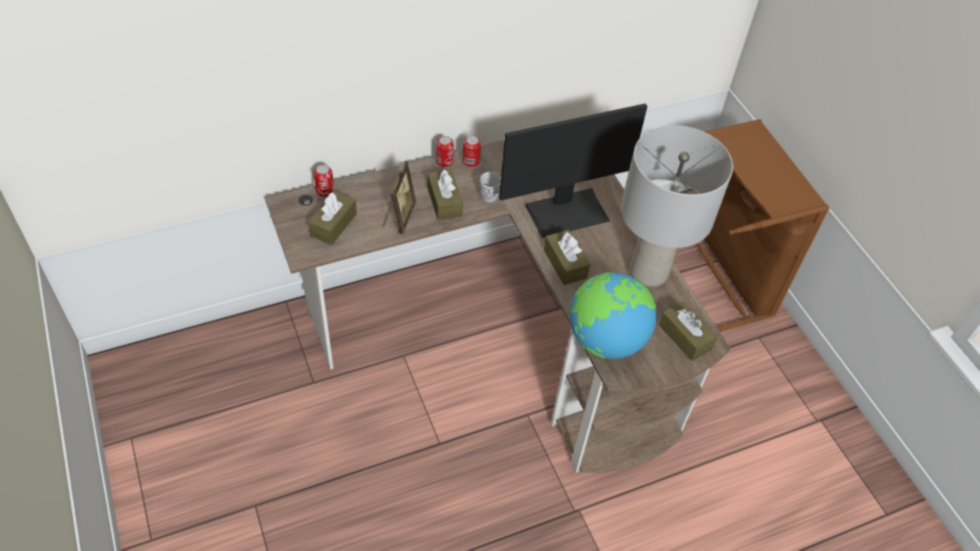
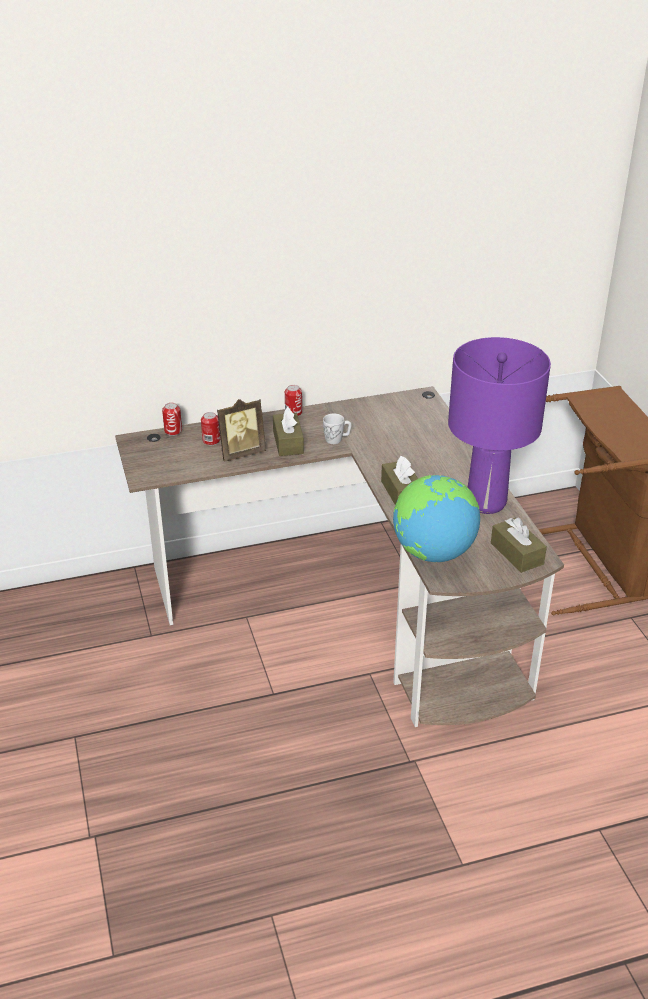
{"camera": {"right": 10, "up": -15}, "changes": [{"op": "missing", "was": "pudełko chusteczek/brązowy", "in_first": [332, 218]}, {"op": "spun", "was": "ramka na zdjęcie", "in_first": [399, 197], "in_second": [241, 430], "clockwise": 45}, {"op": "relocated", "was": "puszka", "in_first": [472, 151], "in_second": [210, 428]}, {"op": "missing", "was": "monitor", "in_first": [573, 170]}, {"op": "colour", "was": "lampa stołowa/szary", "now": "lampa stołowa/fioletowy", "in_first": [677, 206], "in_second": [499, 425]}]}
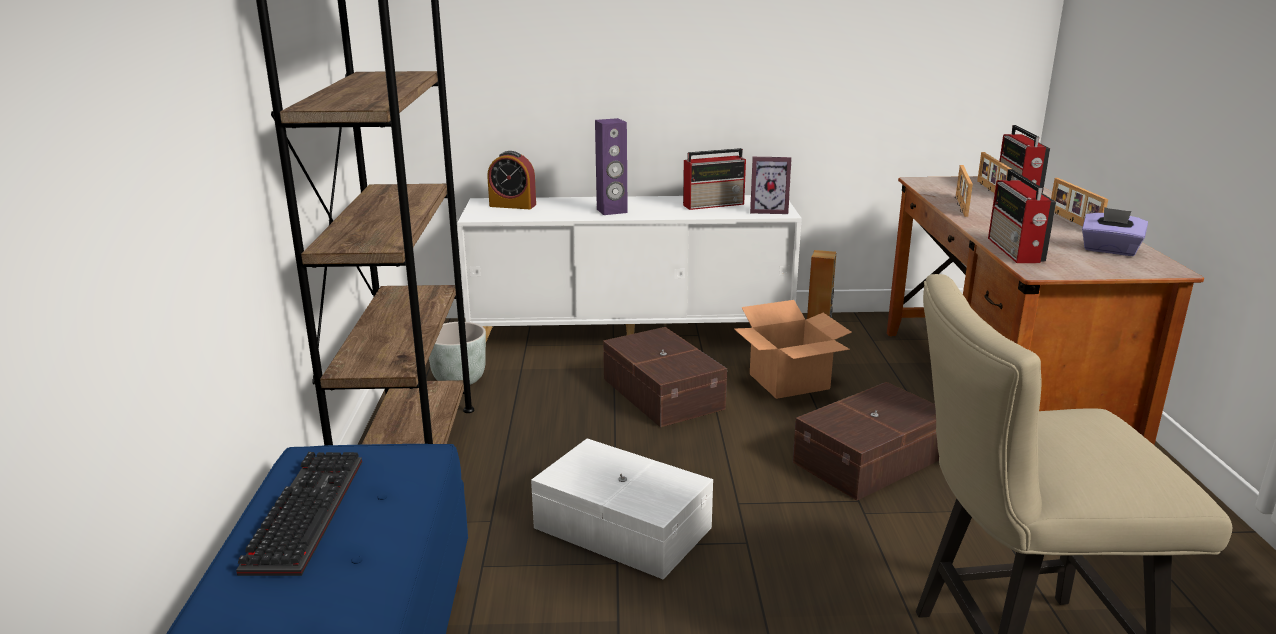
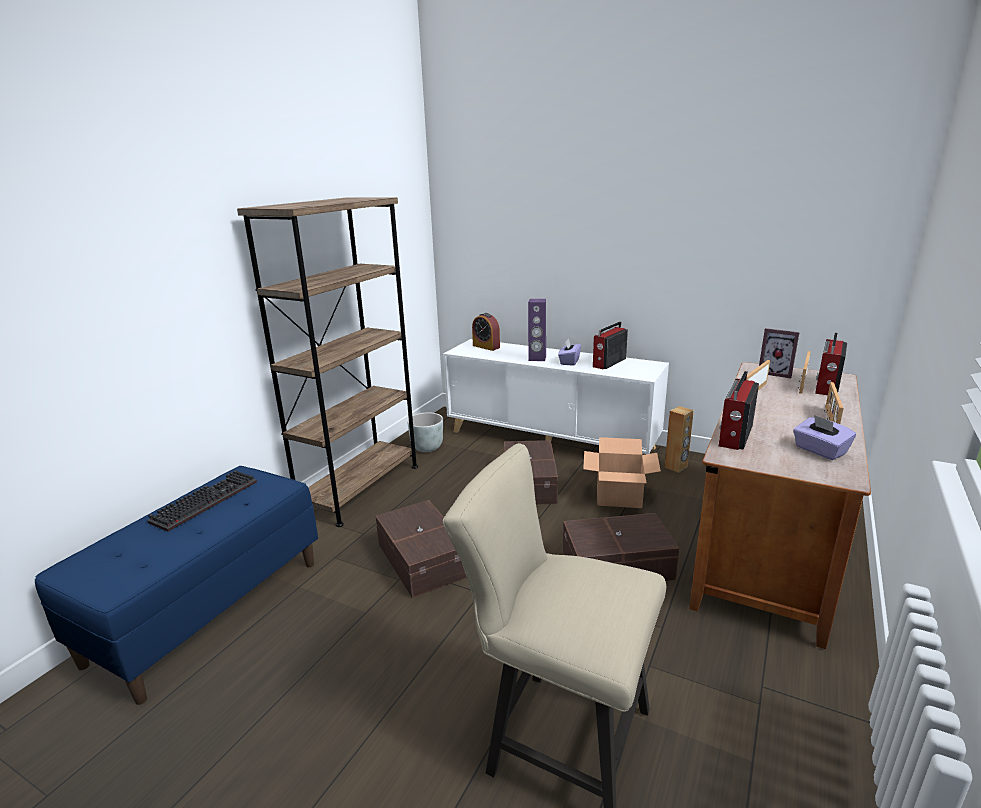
{"camera": {"right": 30, "up": 0}, "changes": [{"op": "colour", "was": "pojemnik do przechowywania/biały", "now": "pojemnik do przechowywania/brązowy", "in_first": [622, 509], "in_second": [421, 549]}, {"op": "spun", "was": "radio", "in_first": [714, 179], "in_second": [610, 345], "clockwise": 120}, {"op": "relocated", "was": "ramka na zdjęcie", "in_first": [771, 185], "in_second": [779, 353]}, {"op": "appeared", "now": "pudełko chusteczek/fioletowy", "in_second": [569, 352]}]}
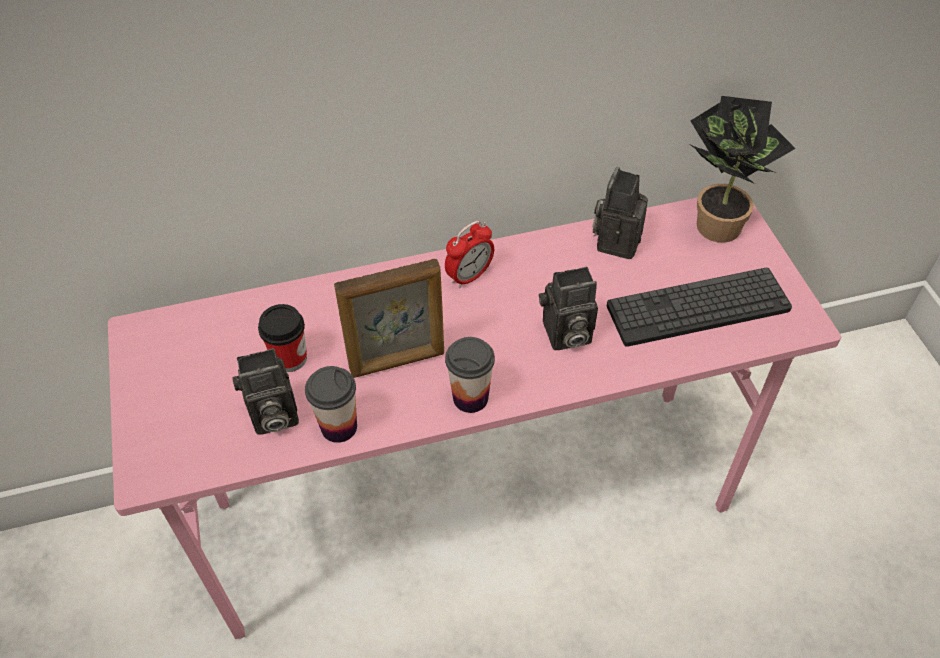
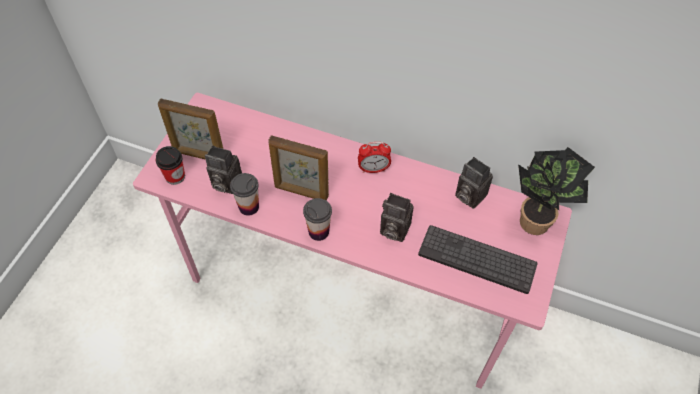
{"camera": {"right": 35, "up": 5}, "changes": [{"op": "relocated", "was": "filiżanka", "in_first": [282, 338], "in_second": [170, 165]}, {"op": "spun", "was": "aparat fotograficzny", "in_first": [620, 213], "in_second": [474, 183], "clockwise": -105}, {"op": "appeared", "now": "ramka na zdjęcie", "in_second": [190, 129]}]}
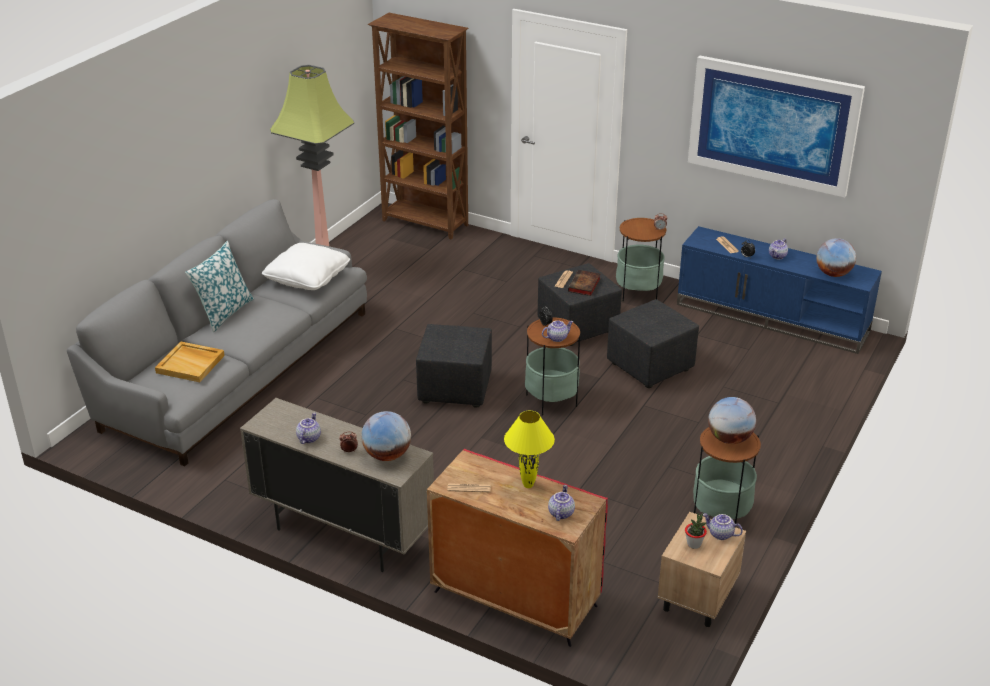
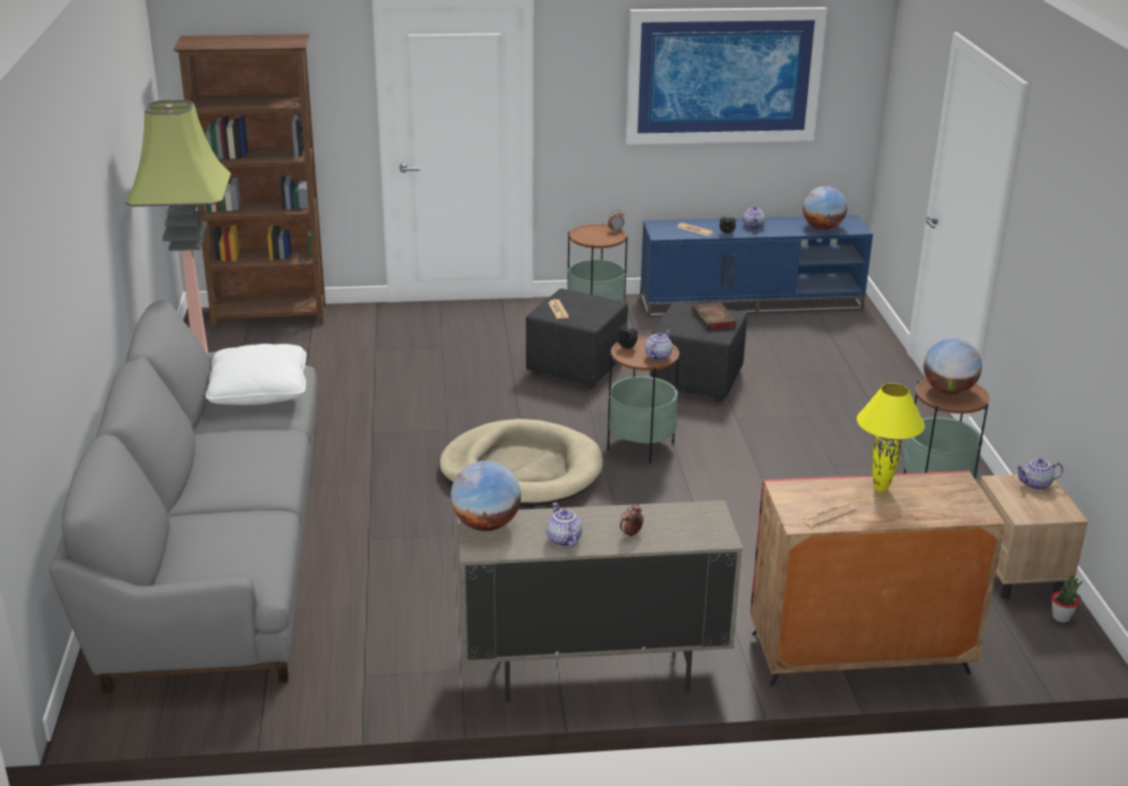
{"camera": {"right": -35, "up": -5}, "changes": [{"op": "missing", "was": "taca/beżowy", "in_first": [190, 361]}, {"op": "missing", "was": "poduszka", "in_first": [219, 286]}, {"op": "relocated", "was": "globus", "in_first": [386, 436], "in_second": [486, 496]}, {"op": "exchanged", "was": "pufa/czarny", "now": "legowisko/beżowy", "in_first": [454, 366], "in_second": [521, 463]}, {"op": "missing", "was": "imbryk", "in_first": [561, 503]}, {"op": "relocated", "was": "książka", "in_first": [584, 283], "in_second": [714, 316]}, {"op": "relocated", "was": "roślina doniczkowa", "in_first": [696, 531], "in_second": [1066, 598]}]}
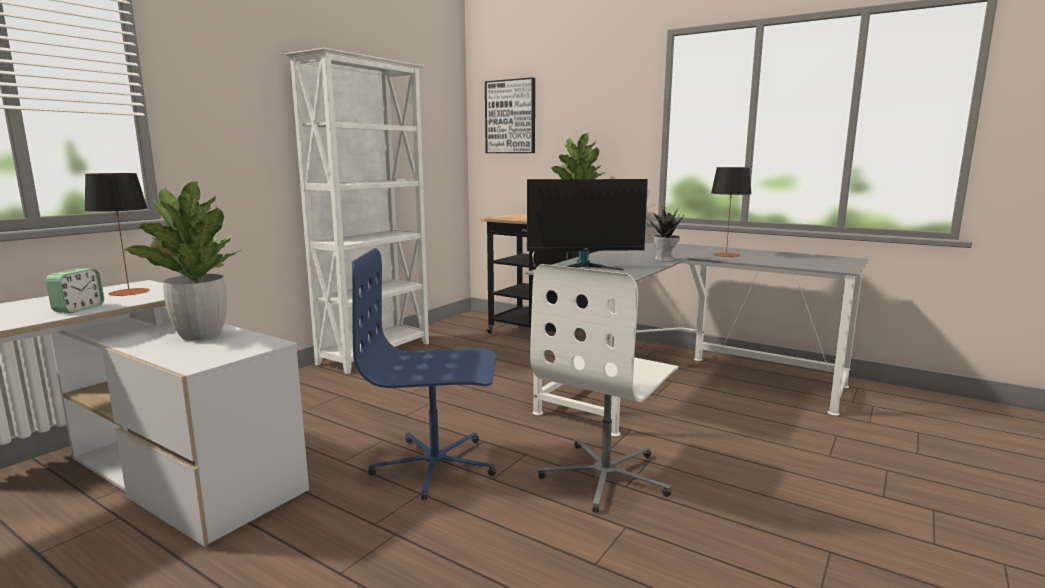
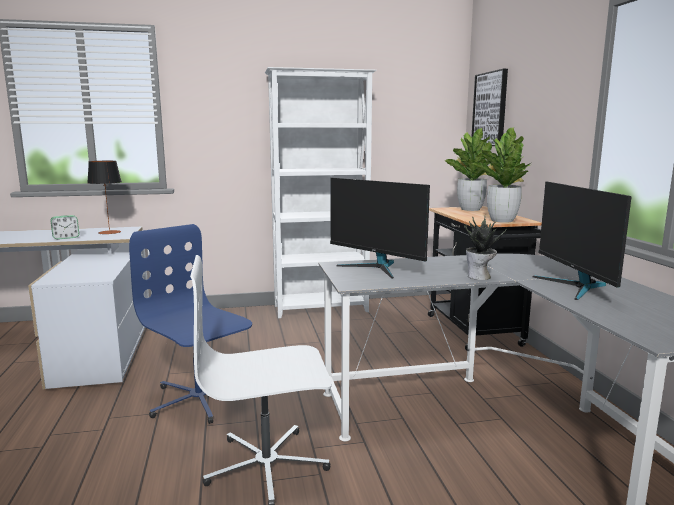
{"camera": {"right": 45, "up": 0}, "changes": [{"op": "relocated", "was": "roślina doniczkowa", "in_first": [184, 260], "in_second": [468, 169]}, {"op": "exchanged", "was": "lampa stołowa", "now": "monitor", "in_first": [731, 212], "in_second": [582, 240]}]}
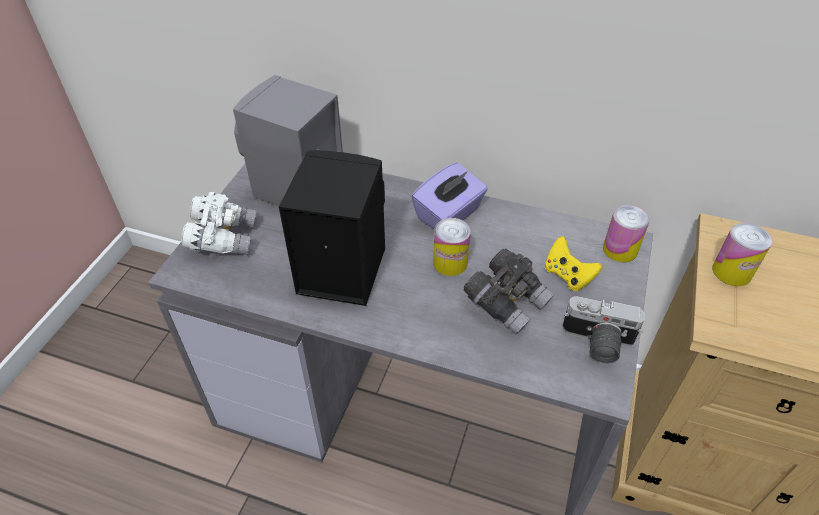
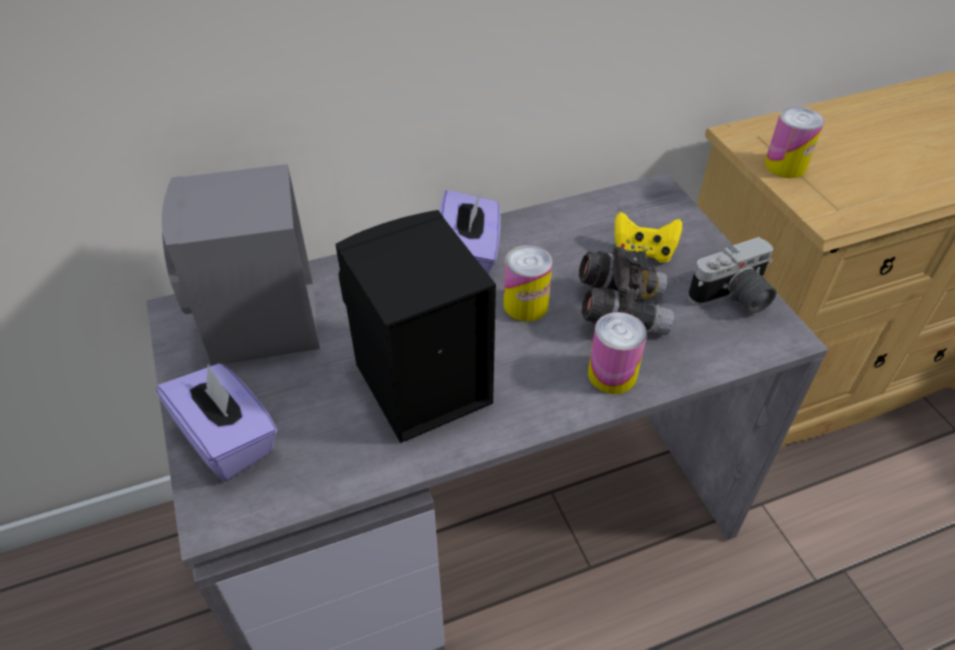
{"camera": {"right": -40, "up": 0}, "changes": [{"op": "exchanged", "was": "lornetka/biały", "now": "pudełko chusteczek/fioletowy", "in_first": [218, 223], "in_second": [216, 422]}, {"op": "relocated", "was": "puszka", "in_first": [626, 233], "in_second": [617, 353]}]}
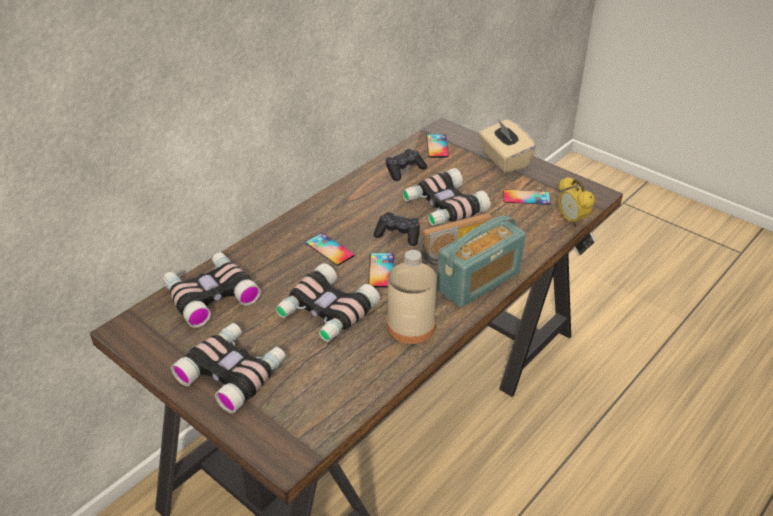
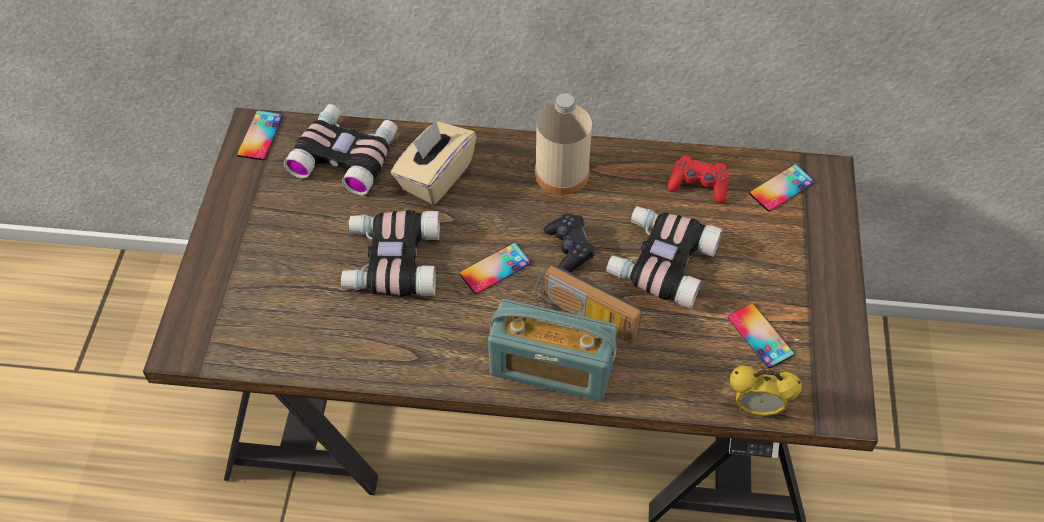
{"camera": {"right": 55, "up": 15}, "changes": [{"op": "missing", "was": "lornetka", "in_first": [228, 368]}, {"op": "relocated", "was": "telefon", "in_first": [330, 249], "in_second": [260, 135]}, {"op": "colour", "was": "pad do gier/czarny", "now": "pad do gier/czerwony", "in_first": [406, 165], "in_second": [698, 179]}, {"op": "relocated", "was": "butelka/beżowy", "in_first": [412, 297], "in_second": [563, 144]}, {"op": "relocated", "was": "pudełko chusteczek/beżowy", "in_first": [507, 146], "in_second": [434, 163]}, {"op": "spun", "was": "budzik", "in_first": [576, 202], "in_second": [766, 391], "clockwise": -105}]}
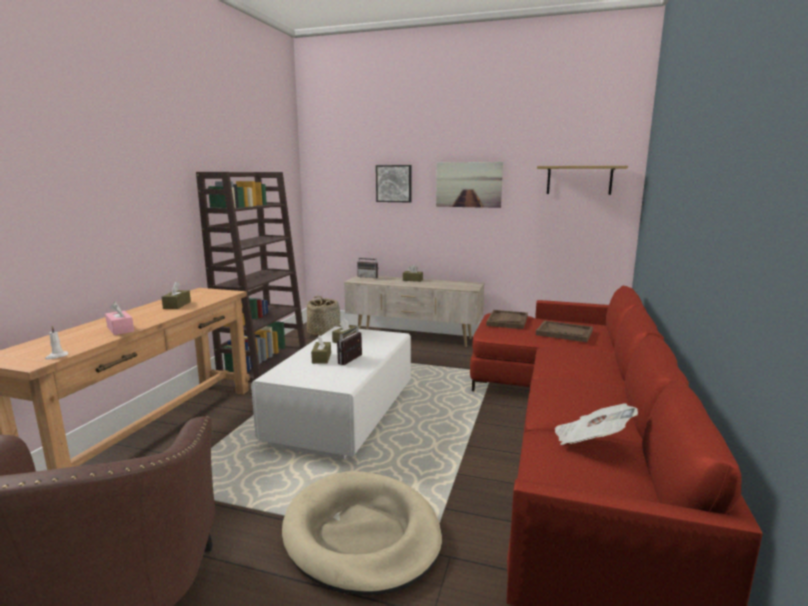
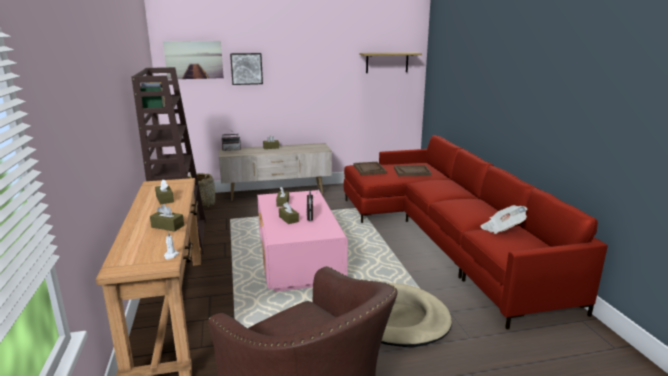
{"camera": {"right": -30, "up": 5}, "changes": [{"op": "colour", "was": "pudełko chusteczek/różowy", "now": "pudełko chusteczek/brązowy", "in_first": [119, 318], "in_second": [167, 218]}, {"op": "colour", "was": "ława/biały", "now": "ława/różowy", "in_first": [331, 393], "in_second": [302, 241]}, {"op": "relocated", "was": "obraz", "in_first": [469, 185], "in_second": [193, 60]}]}
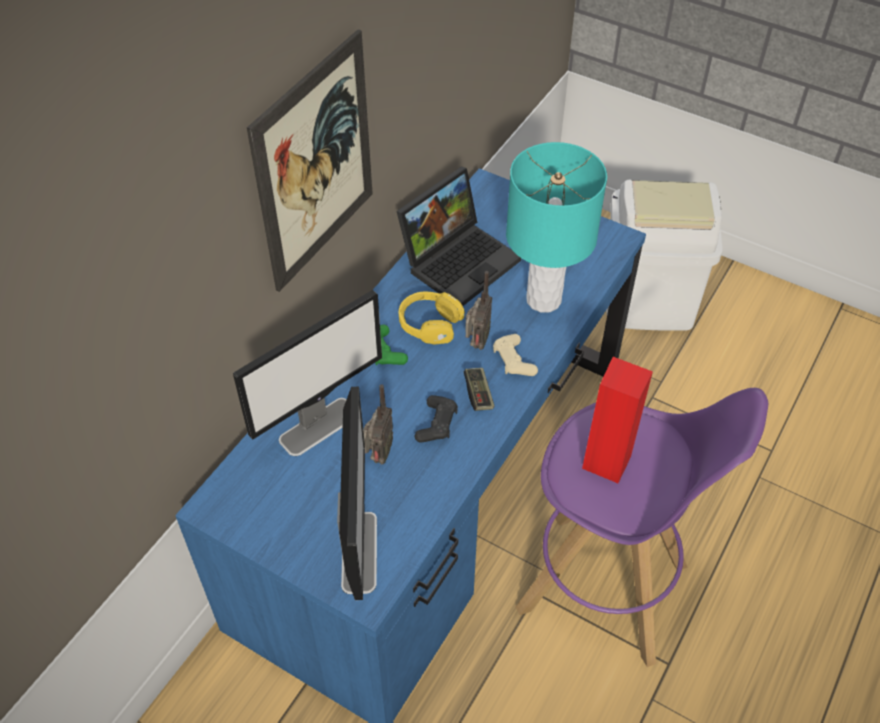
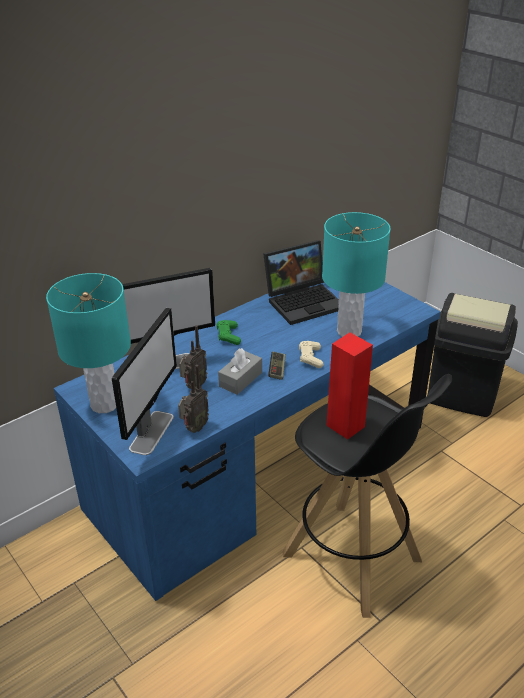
{"camera": {"right": 20, "up": -15}, "changes": [{"op": "missing", "was": "obraz", "in_first": [310, 160]}, {"op": "missing", "was": "słuchawki/żółty", "in_first": [431, 318]}, {"op": "exchanged", "was": "pad do gier/czarny", "now": "pudełko chusteczek/szary", "in_first": [436, 419], "in_second": [240, 371]}, {"op": "relocated", "was": "radio", "in_first": [478, 310], "in_second": [193, 399]}, {"op": "colour", "was": "stołek/fioletowy", "now": "stołek/czarny", "in_first": [642, 527], "in_second": [367, 496]}, {"op": "colour", "was": "kosz na śmieci/biały", "now": "kosz na śmieci/czarny", "in_first": [664, 255], "in_second": [473, 355]}, {"op": "appeared", "now": "lampa stołowa/turkusowy", "in_second": [88, 343]}]}
